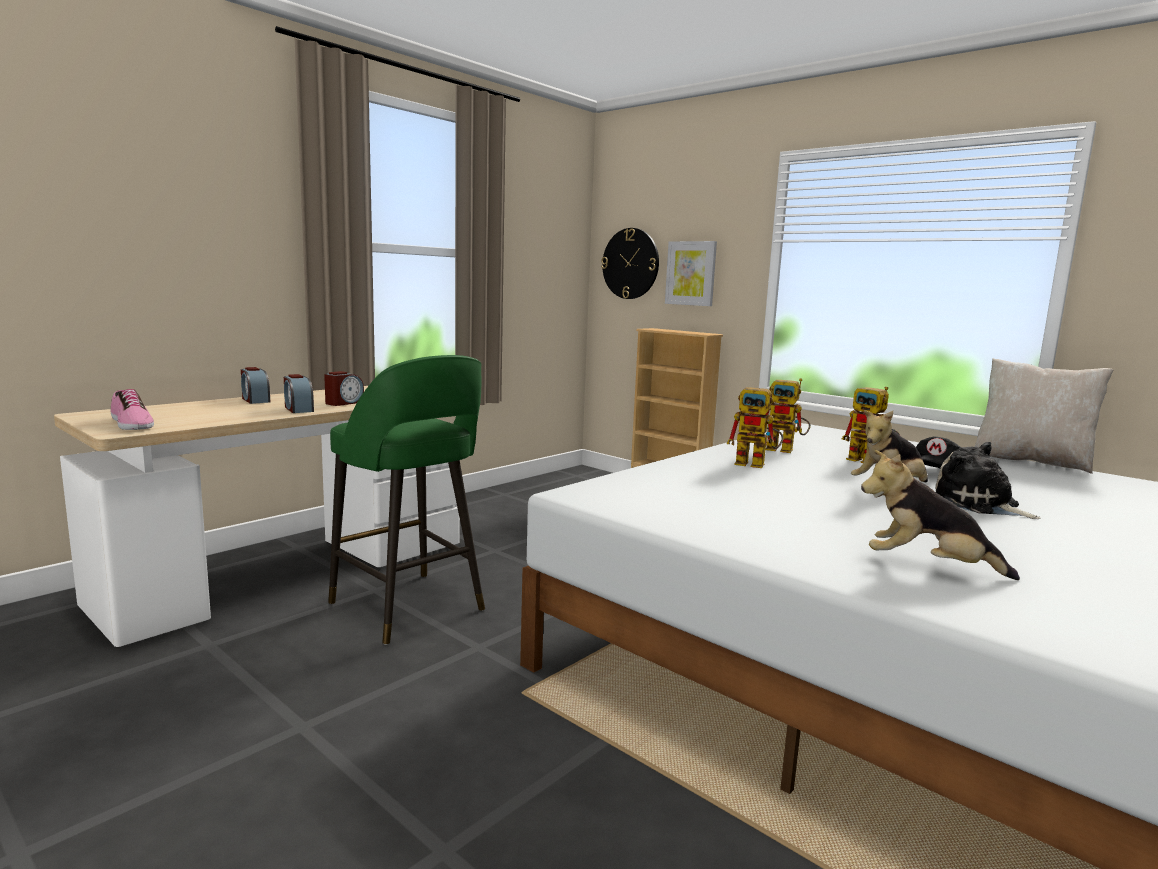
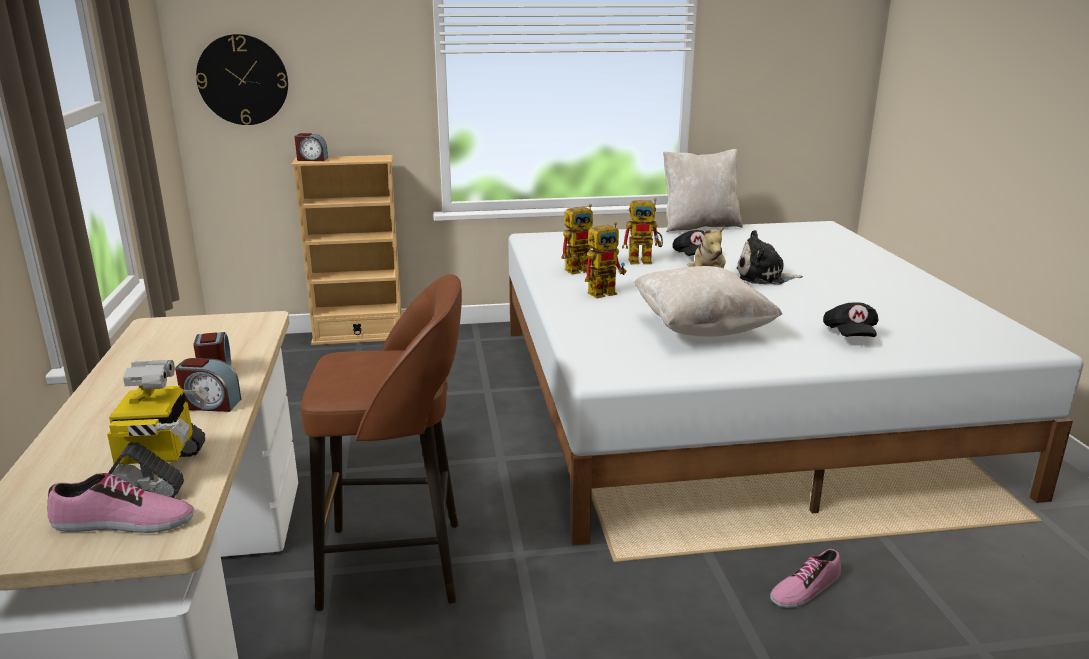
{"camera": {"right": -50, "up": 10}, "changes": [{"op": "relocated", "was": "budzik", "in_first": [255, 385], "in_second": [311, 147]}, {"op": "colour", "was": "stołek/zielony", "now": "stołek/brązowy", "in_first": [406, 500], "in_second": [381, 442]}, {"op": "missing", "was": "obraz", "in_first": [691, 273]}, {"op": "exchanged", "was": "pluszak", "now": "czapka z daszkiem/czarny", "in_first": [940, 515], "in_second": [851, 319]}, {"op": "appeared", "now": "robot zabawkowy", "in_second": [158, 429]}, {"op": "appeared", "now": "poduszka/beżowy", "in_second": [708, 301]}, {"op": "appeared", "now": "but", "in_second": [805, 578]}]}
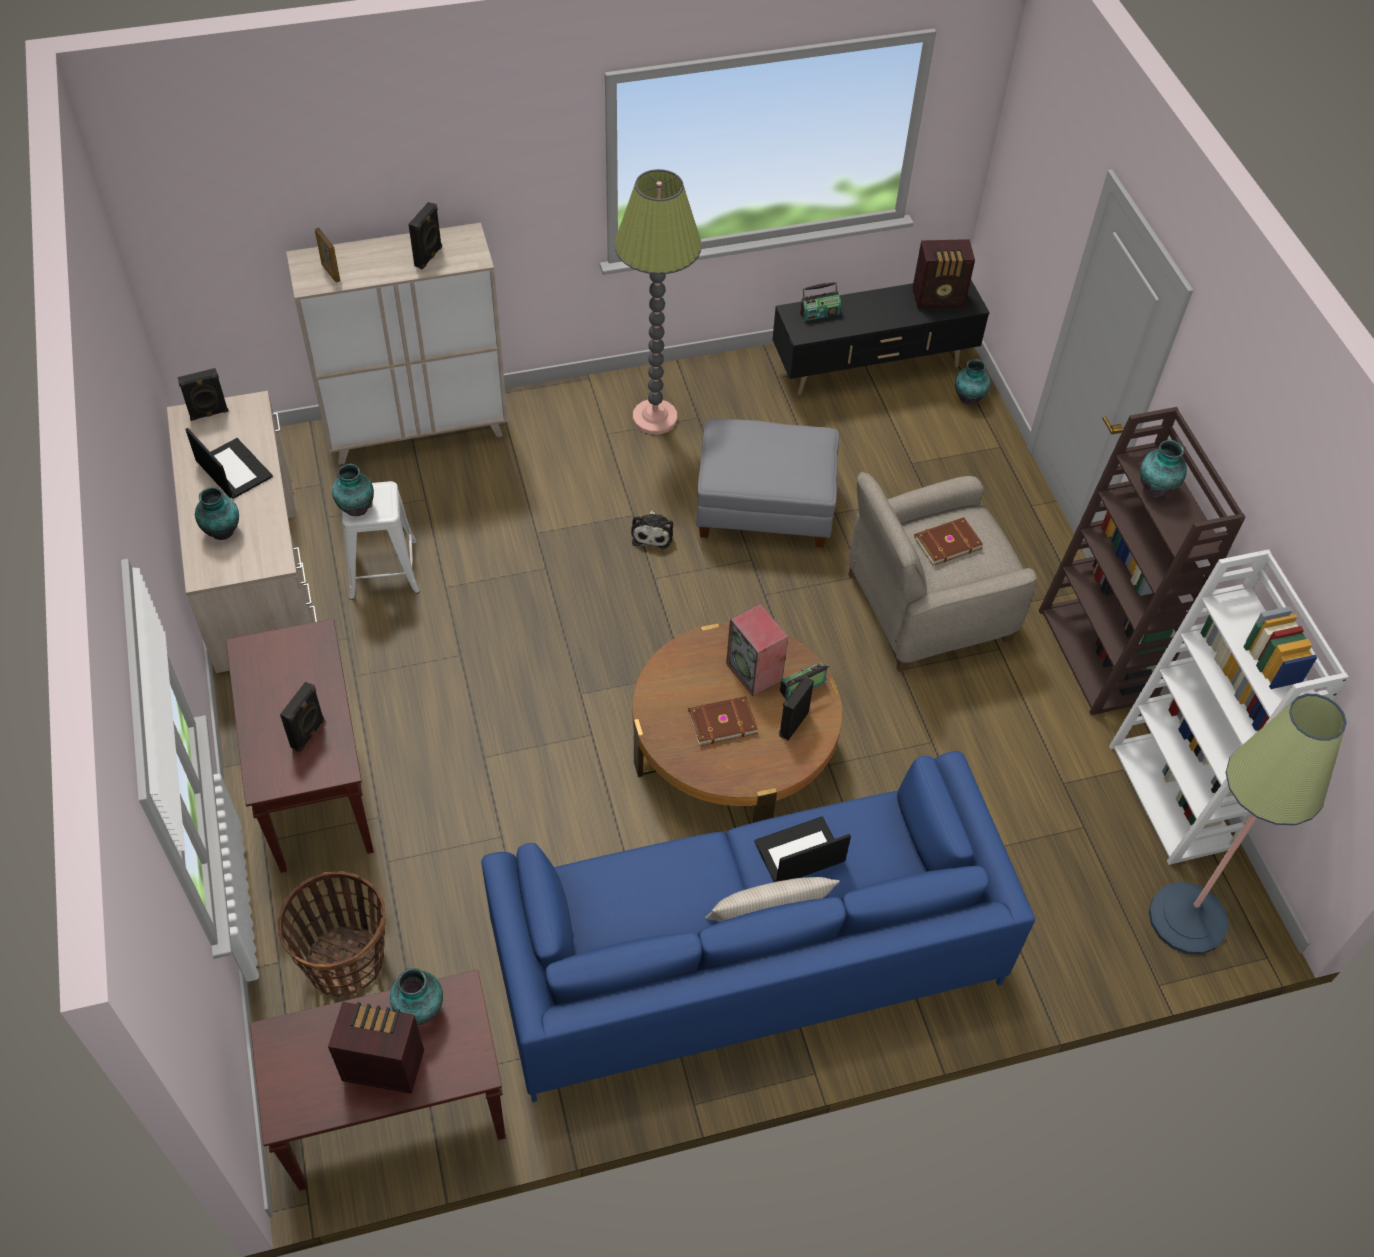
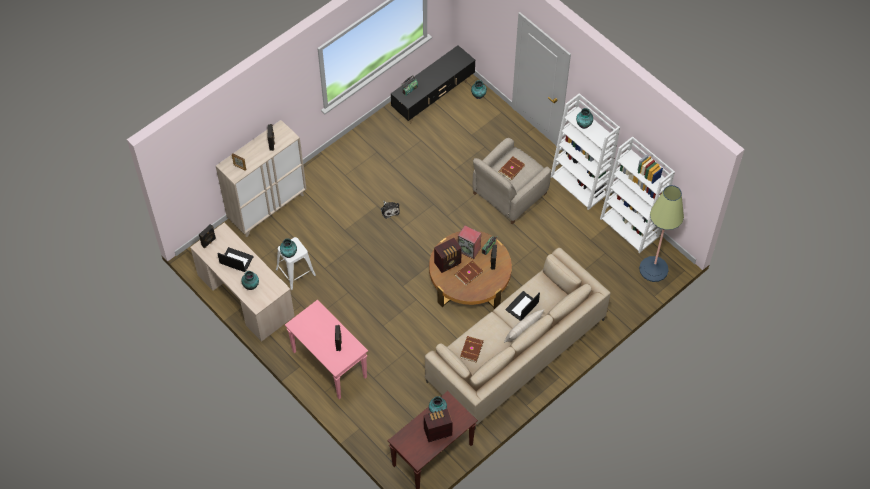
{"camera": {"right": -25, "up": 5}, "changes": [{"op": "colour", "was": "stolik konsolowy/brązowy", "now": "stolik konsolowy/różowy", "in_first": [300, 746], "in_second": [326, 349]}, {"op": "missing", "was": "koszyk", "in_first": [331, 934]}, {"op": "colour", "was": "kanapa/niebieski", "now": "kanapa/beżowy", "in_first": [758, 926], "in_second": [518, 338]}, {"op": "missing", "was": "lampa stojąca", "in_first": [658, 302]}, {"op": "missing", "was": "pufa/szary", "in_first": [767, 483]}, {"op": "relocated", "was": "radio", "in_first": [944, 274], "in_second": [448, 255]}, {"op": "colour", "was": "regał/brązowy", "now": "regał/biały", "in_first": [1142, 561], "in_second": [585, 151]}, {"op": "appeared", "now": "książka/brązowy", "in_second": [472, 349]}]}
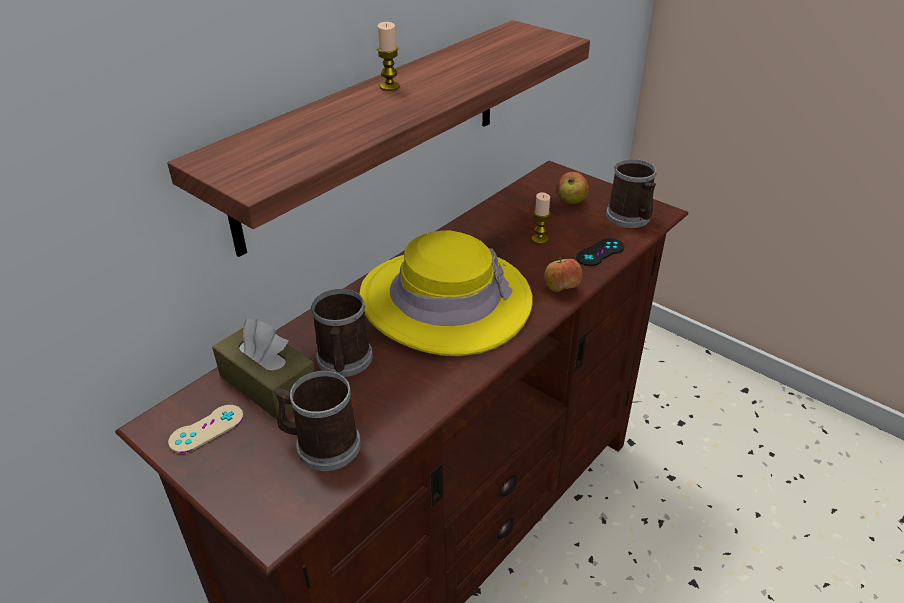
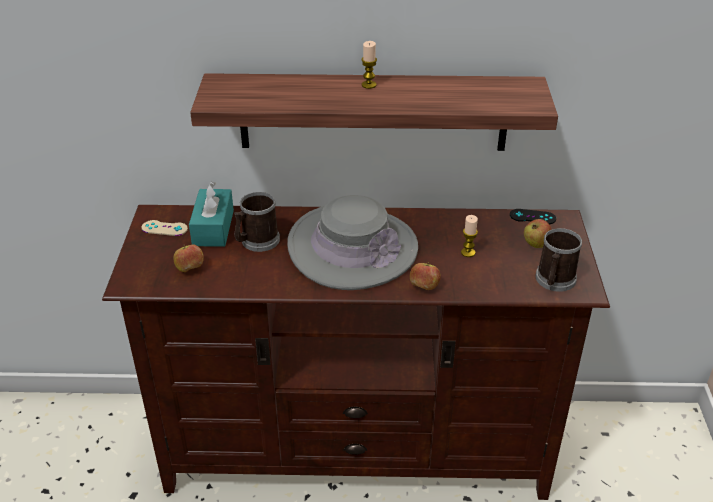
{"camera": {"right": 50, "up": 0}, "changes": [{"op": "colour", "was": "pudełko chusteczek/brązowy", "now": "pudełko chusteczek/turkusowy", "in_first": [263, 369], "in_second": [211, 214]}, {"op": "exchanged", "was": "kubek", "now": "jabłko", "in_first": [317, 421], "in_second": [188, 258]}, {"op": "colour", "was": "kapelusz/żółty", "now": "kapelusz/szary", "in_first": [446, 293], "in_second": [352, 242]}, {"op": "relocated", "was": "pad do gier/czarny", "in_first": [600, 252], "in_second": [533, 216]}]}
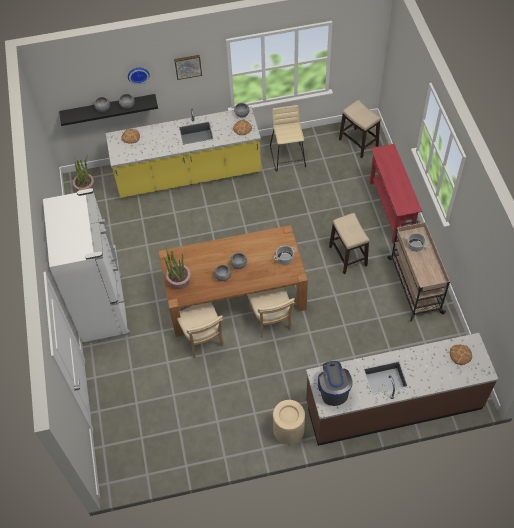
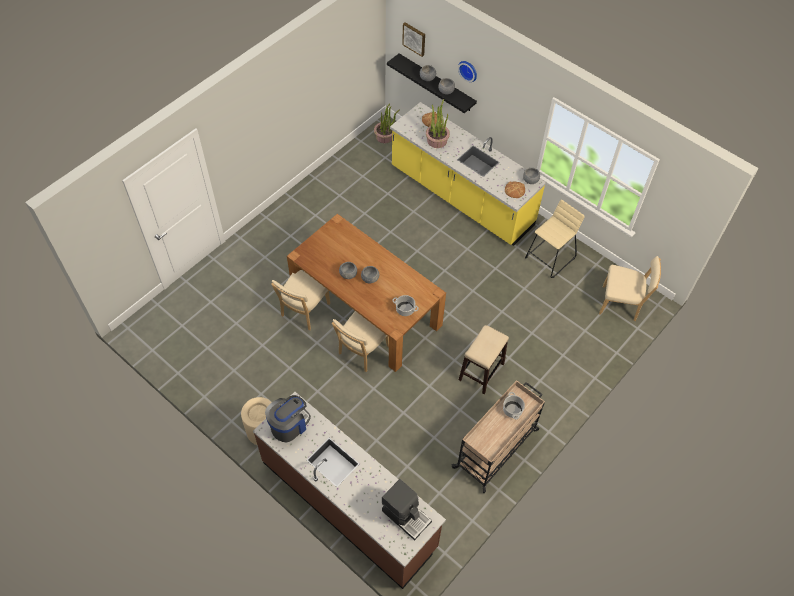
{"camera": {"right": 50, "up": 0}, "changes": [{"op": "missing", "was": "lodówka/biały", "in_first": [87, 266]}, {"op": "relocated", "was": "roślina doniczkowa", "in_first": [177, 267], "in_second": [438, 123]}, {"op": "relocated", "was": "obraz", "in_first": [188, 67], "in_second": [413, 39]}, {"op": "exchanged", "was": "stołek", "now": "krzesło/beżowy", "in_first": [360, 129], "in_second": [630, 288]}, {"op": "missing", "was": "stolik konsolowy/czerwony", "in_first": [396, 194]}, {"op": "exchanged", "was": "chleb", "now": "ekspres do kawy", "in_first": [461, 355], "in_second": [407, 509]}]}
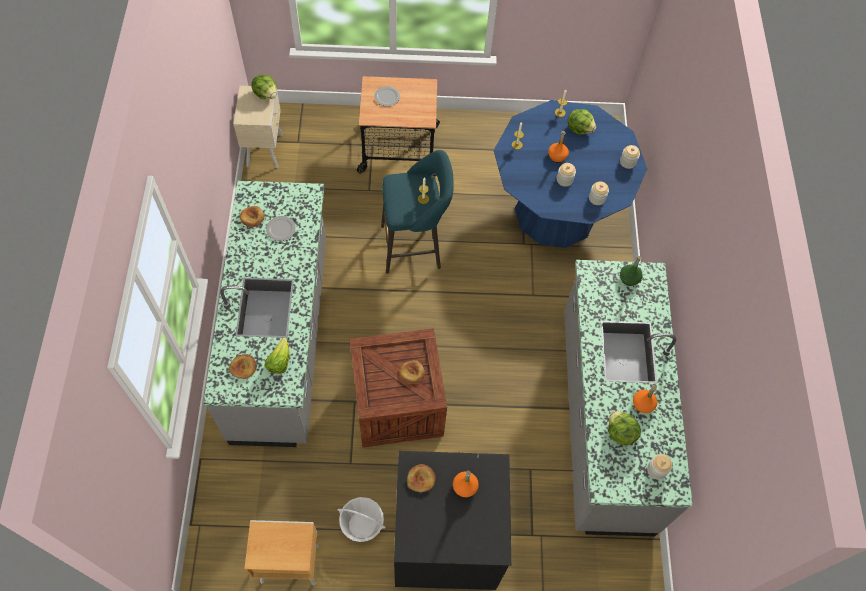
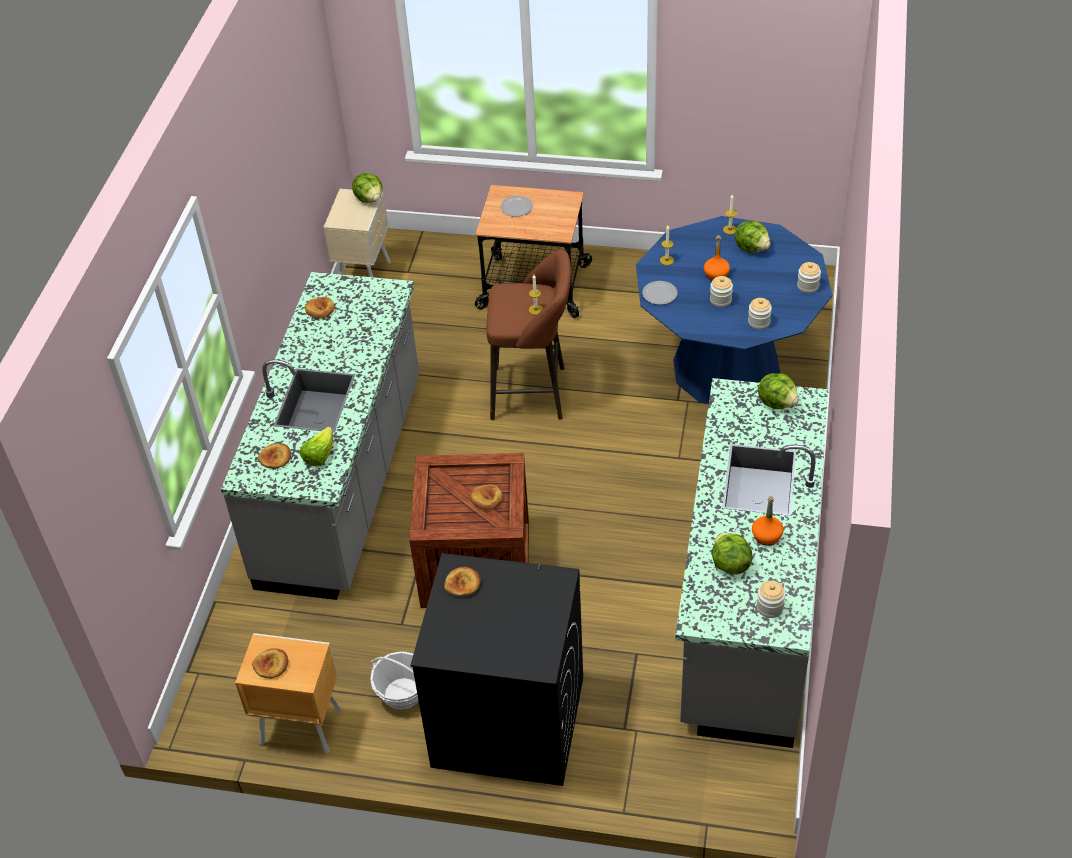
{"camera": {"right": 15, "up": -15}, "changes": [{"op": "relocated", "was": "talerz", "in_first": [281, 228], "in_second": [659, 293]}, {"op": "colour", "was": "stołek/turkusowy", "now": "stołek/brązowy", "in_first": [417, 212], "in_second": [528, 335]}, {"op": "missing", "was": "butelka/pomarańczowy", "in_first": [466, 484]}, {"op": "exchanged", "was": "butelka/zielony", "now": "sałata", "in_first": [631, 271], "in_second": [778, 391]}, {"op": "appeared", "now": "chleb", "in_second": [270, 663]}]}
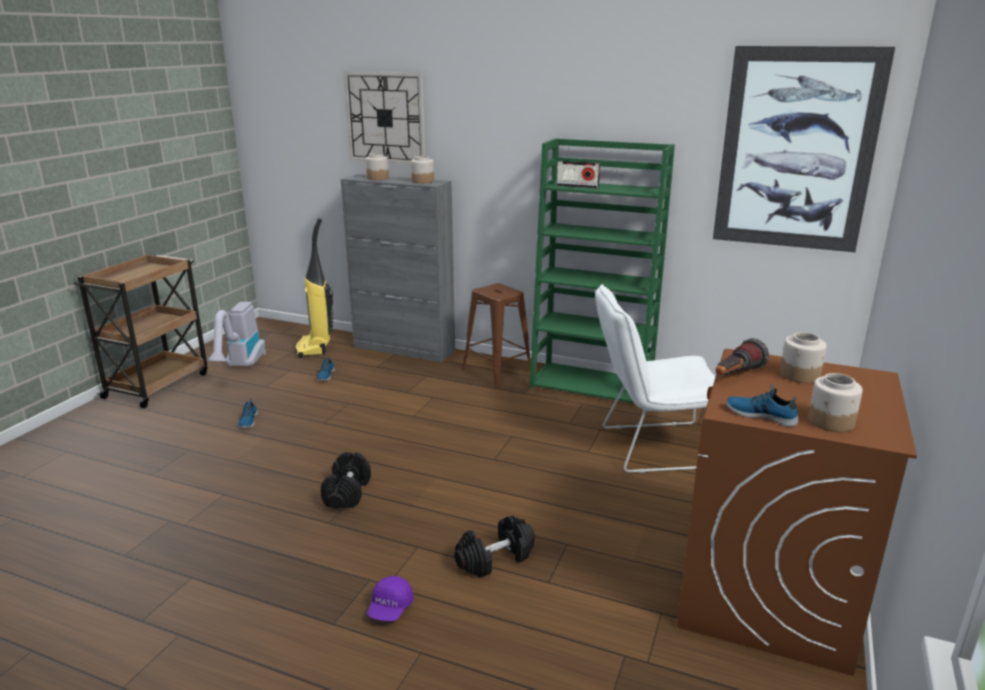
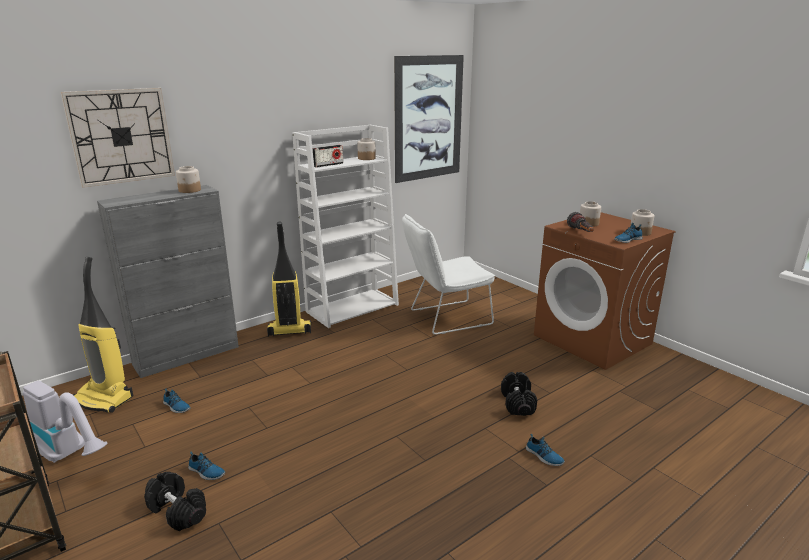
{"camera": {"right": -60, "up": 0}, "changes": [{"op": "relocated", "was": "hantel/czarny", "in_first": [346, 480], "in_second": [175, 501]}, {"op": "relocated", "was": "słoik", "in_first": [377, 166], "in_second": [366, 149]}, {"op": "exchanged", "was": "czapka z daszkiem/fioletowy", "now": "but", "in_first": [390, 598], "in_second": [545, 450]}, {"op": "exchanged", "was": "stołek/brązowy", "now": "odkurzacz", "in_first": [496, 335], "in_second": [289, 279]}, {"op": "colour", "was": "regał/zielony", "now": "regał/biały", "in_first": [602, 272], "in_second": [345, 226]}, {"op": "spun", "was": "krzesło/biały", "in_first": [655, 378], "in_second": [448, 274], "clockwise": 45}]}
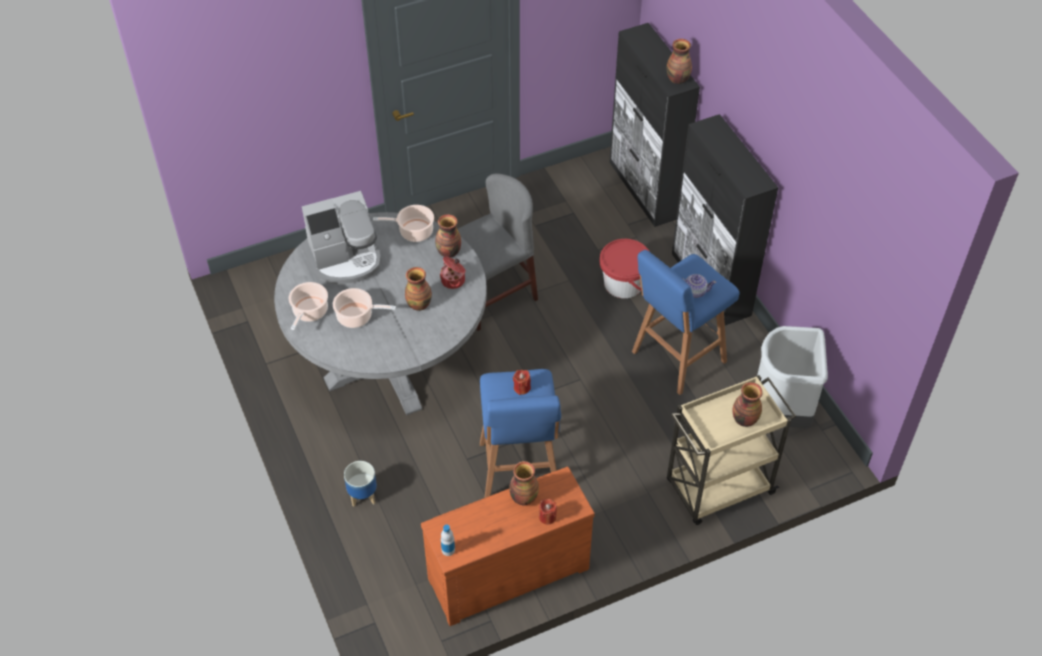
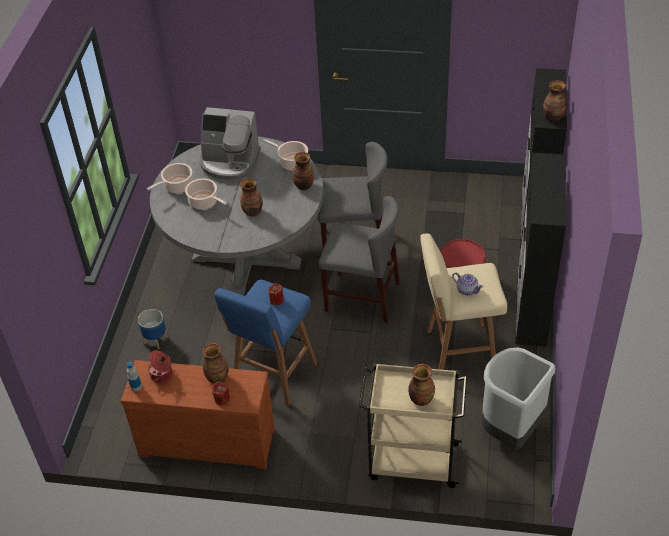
{"camera": {"right": 35, "up": -5}, "changes": [{"op": "relocated", "was": "garnek", "in_first": [453, 272], "in_second": [160, 366]}, {"op": "colour", "was": "stołek/niebieski", "now": "stołek/beżowy", "in_first": [686, 322], "in_second": [463, 301]}, {"op": "appeared", "now": "krzesło/szary", "in_second": [359, 259]}]}
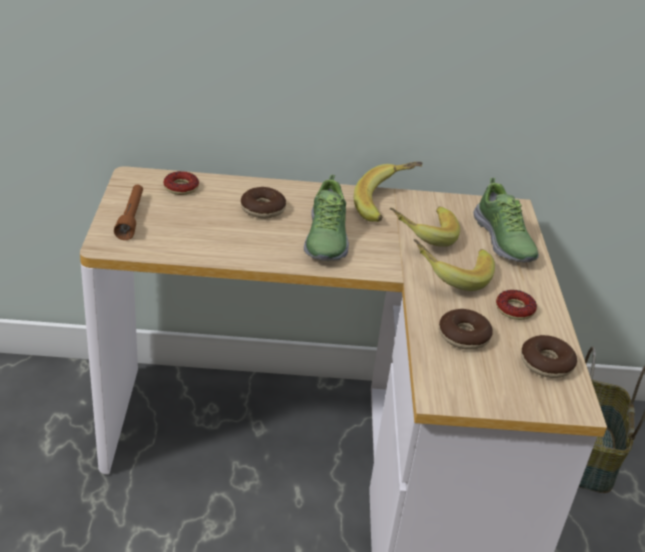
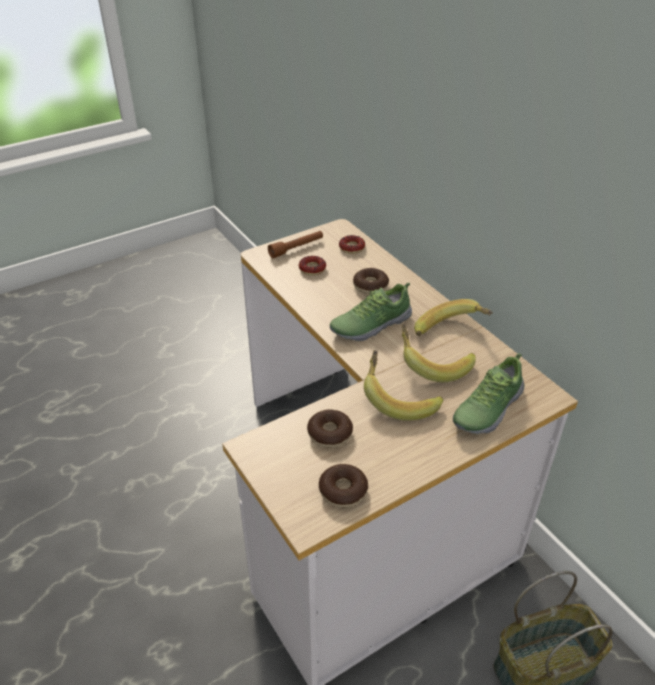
{"camera": {"right": 60, "up": 5}, "changes": [{"op": "relocated", "was": "donut", "in_first": [516, 305], "in_second": [312, 265]}]}
